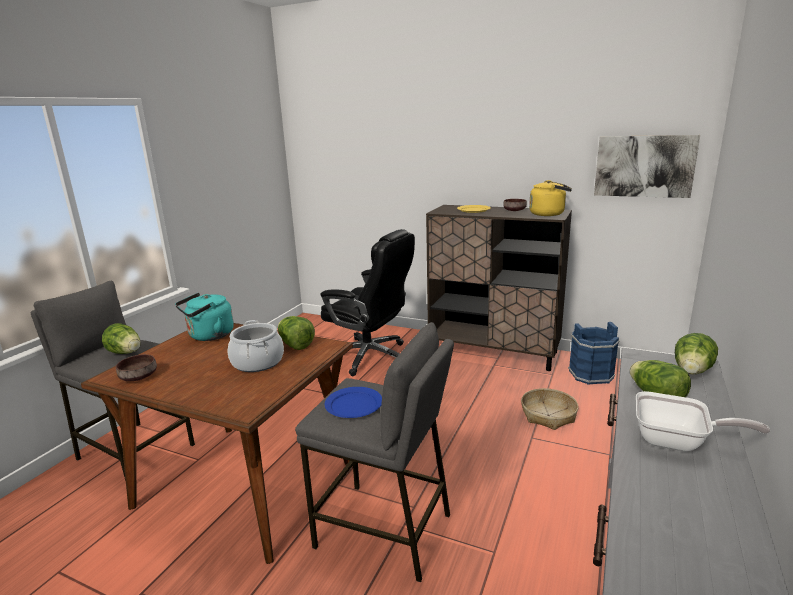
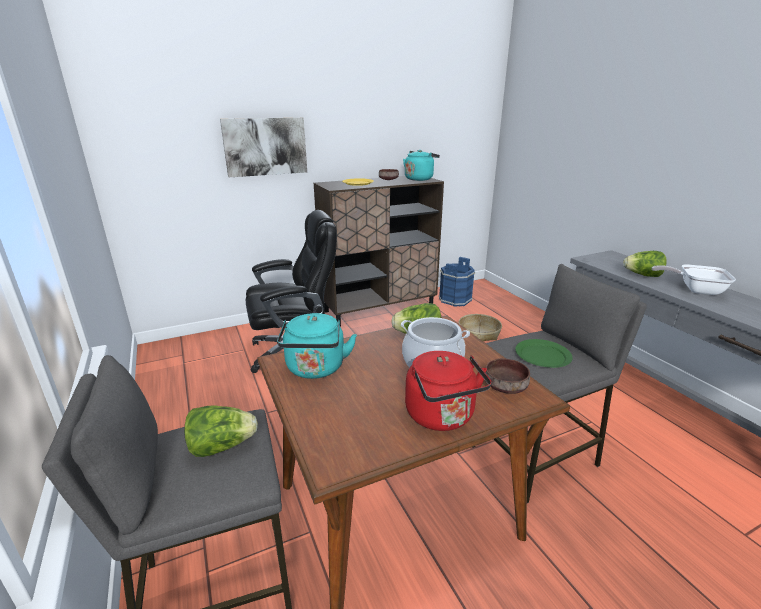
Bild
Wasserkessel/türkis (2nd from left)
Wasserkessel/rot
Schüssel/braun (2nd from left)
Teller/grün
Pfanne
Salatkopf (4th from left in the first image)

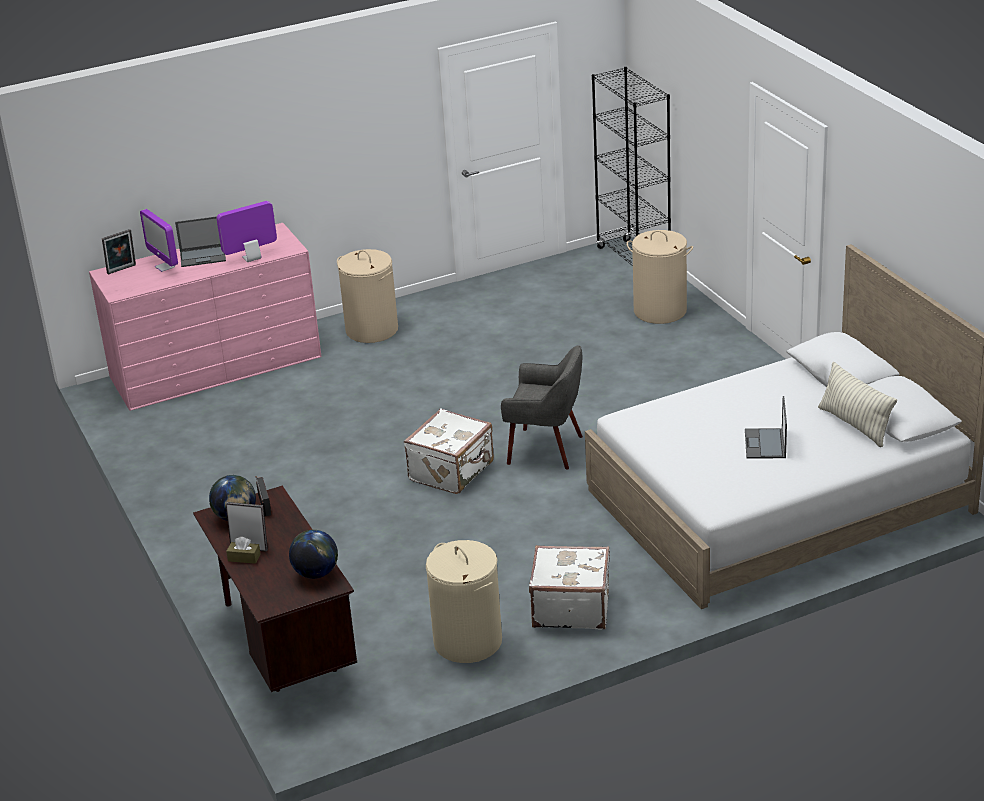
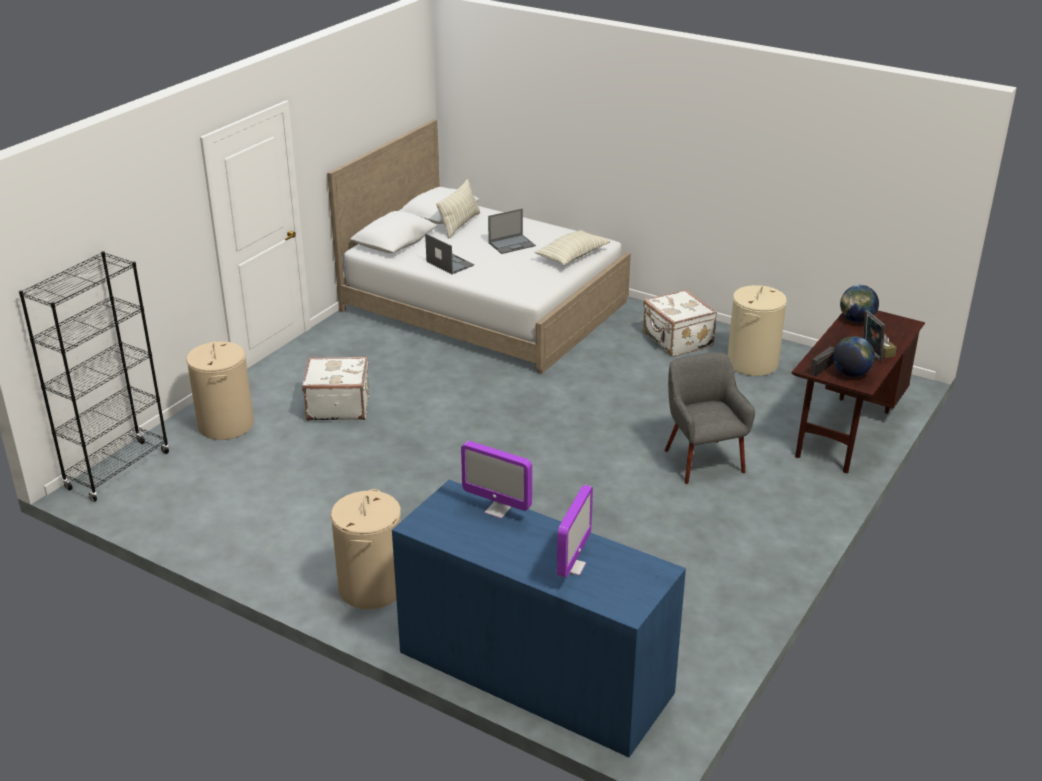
Koffer/weiß (1st from left)
Kommode/blau
Laptop (1st from left)
Kissen (2nd from left)
Sessel/grau
Bilderrahmen (1st from left in the first image)

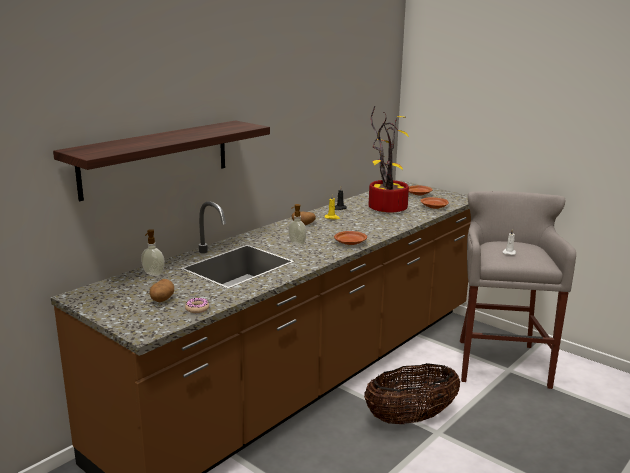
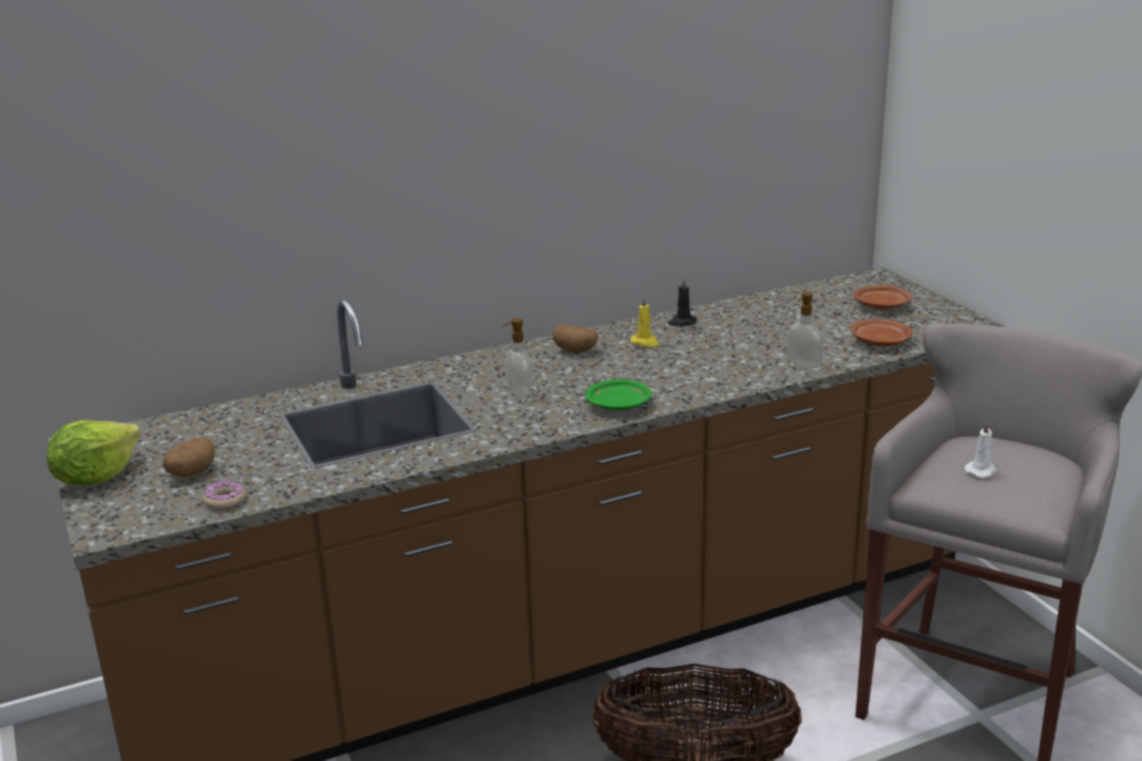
Salatkopf
Teller/grün
Seifenspender (2nd from left)
Wandregal
Topfpflanze

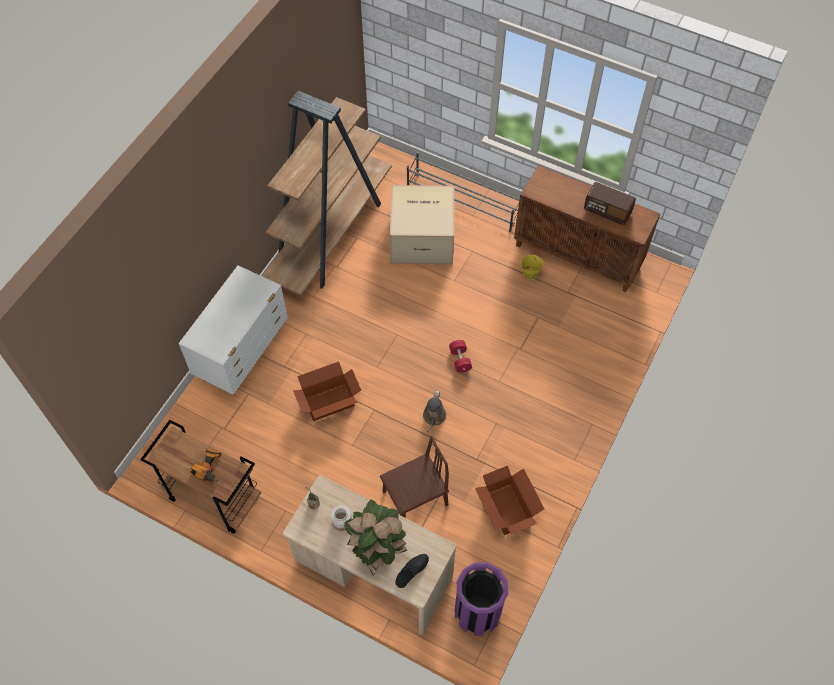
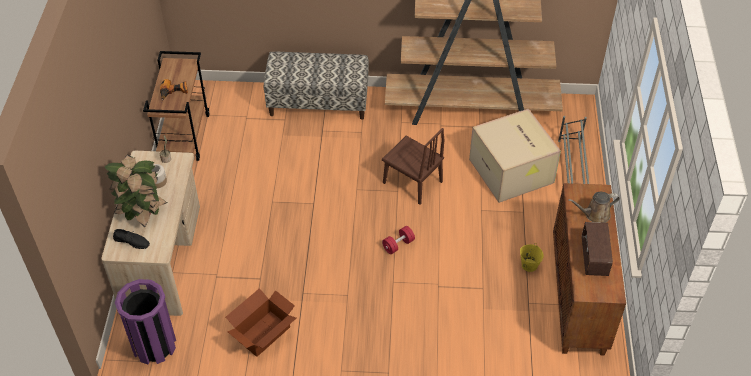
Bank
Stuhl/braun
Gießkanne/braun
Karton (1st from left in the first image)

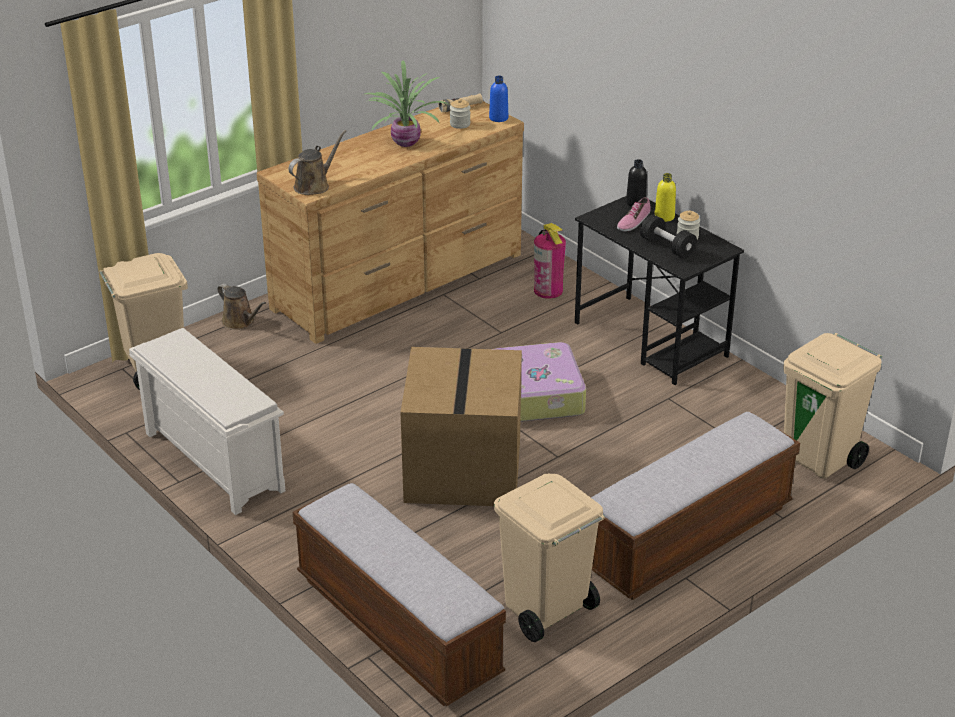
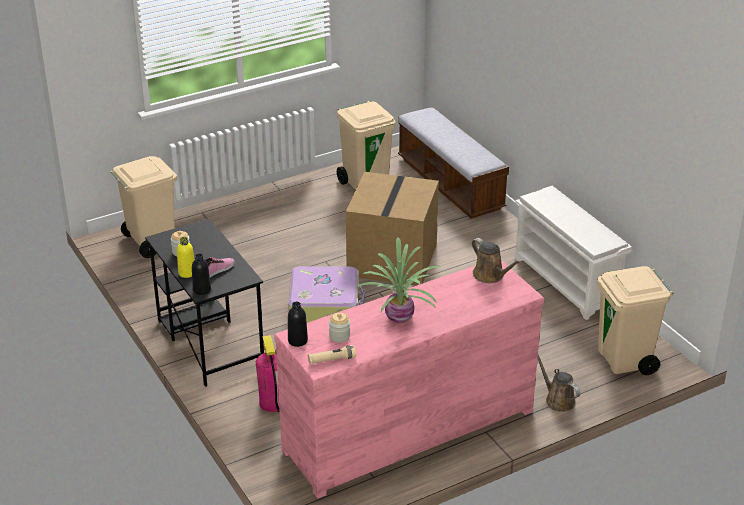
Kommode/rosa
Flasche/schwarz (2nd from left)
Gießkanne/braun (1st from left)
Bank (2nd from left in the first image)
Hantel/schwarz

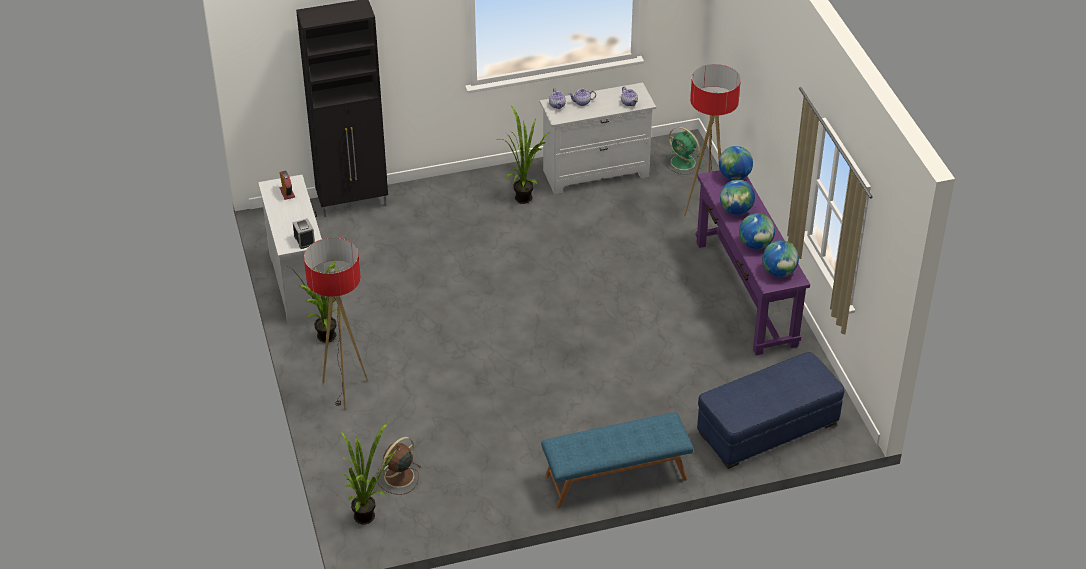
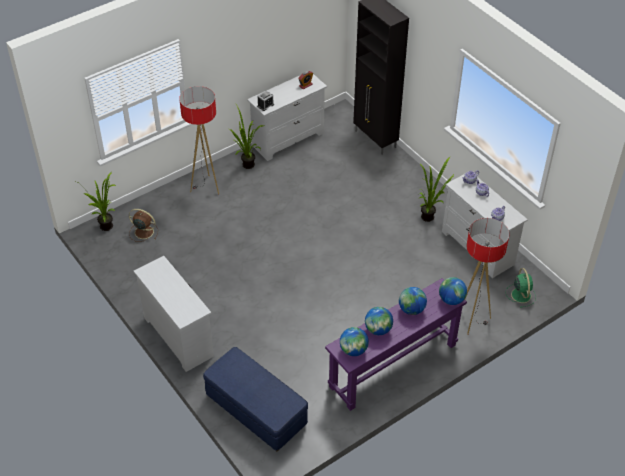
Kommode/weiß (1st from left)
Ventilator/grün

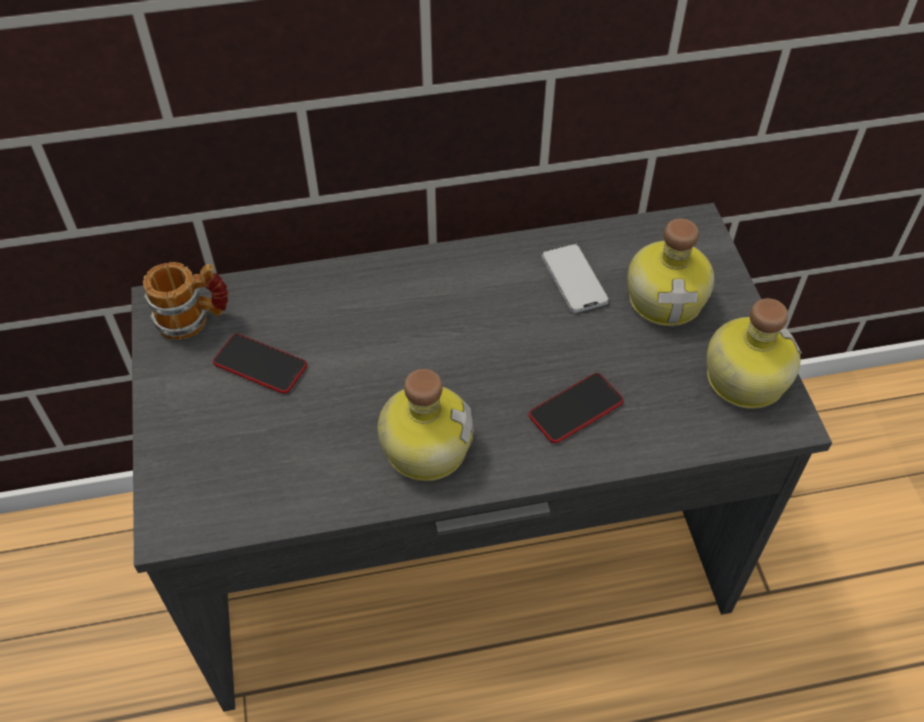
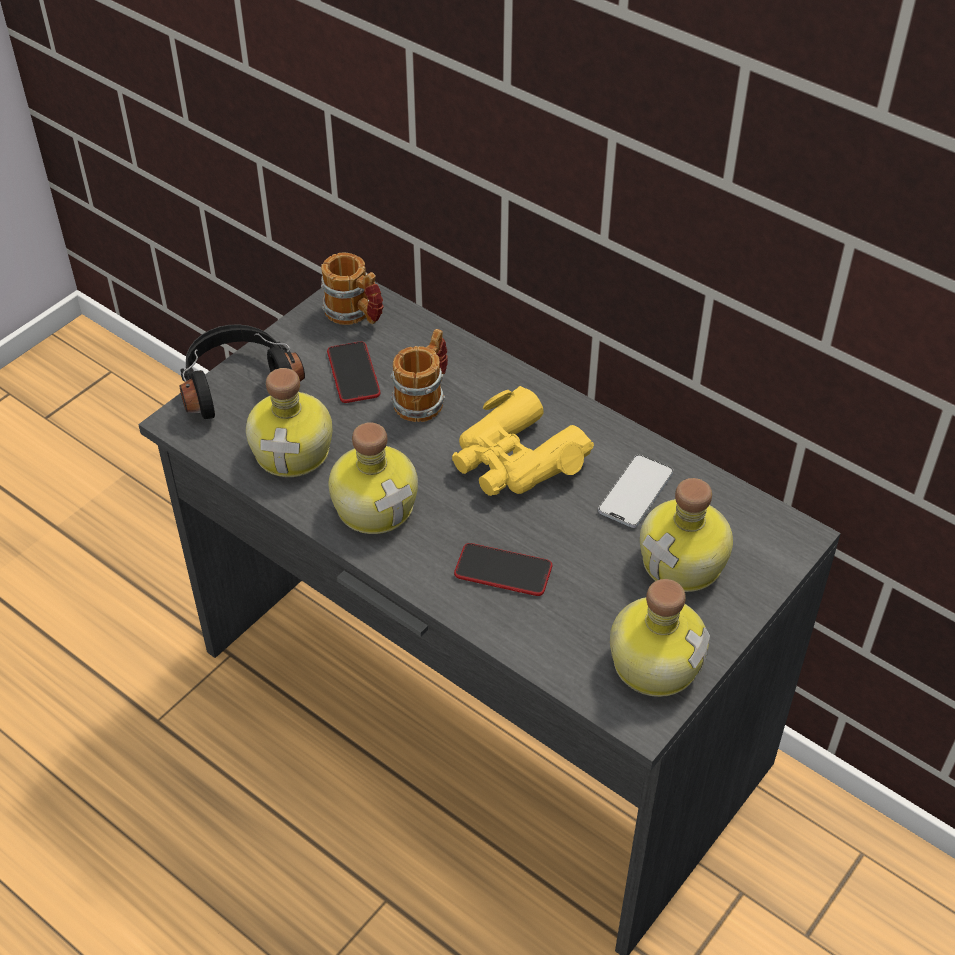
Kopfhörer/schwarz
Flasche (1st from left)
Henkelbecher (2nd from left)
Fernglas/gelb

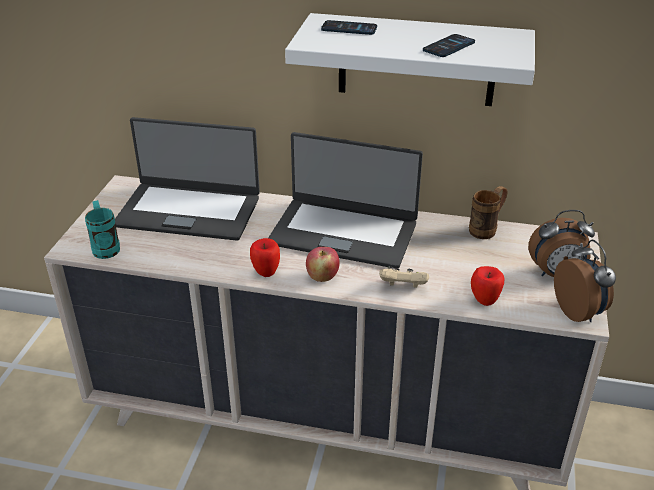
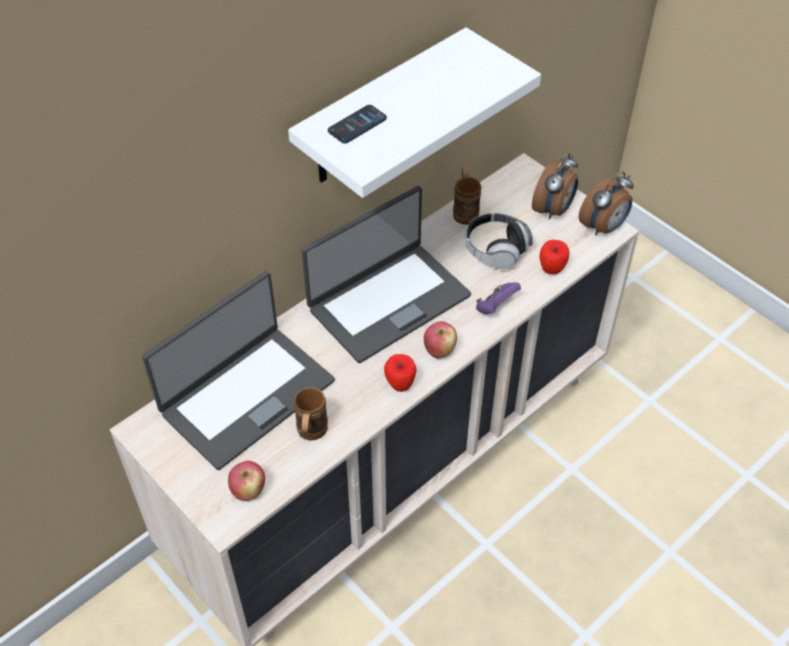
Apfel (1st from left)
Henkelbecher/braun (1st from left)
Kopfhörer
Gamepad/lila
Wecker (2nd from left)
Handy (2nd from left in the first image)

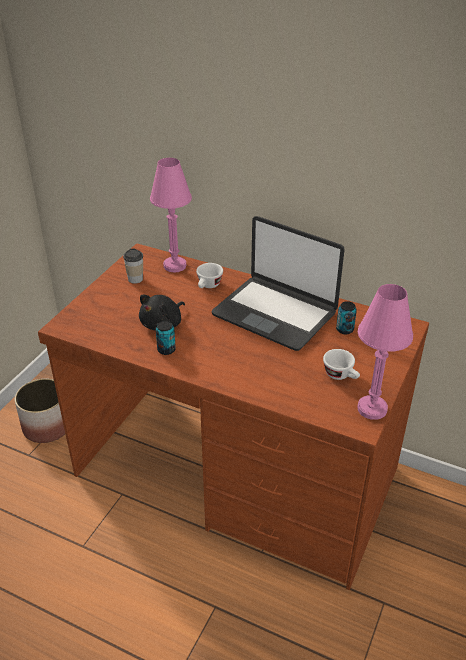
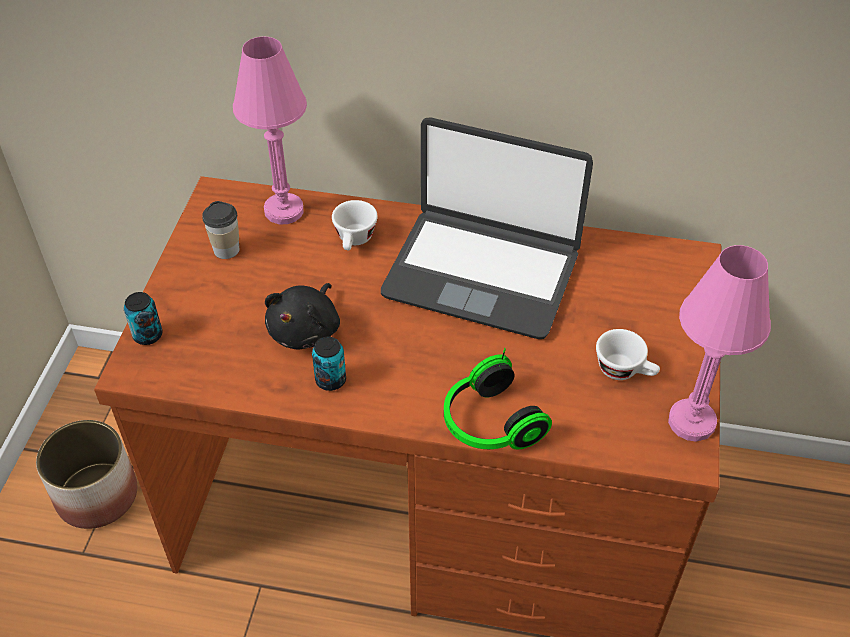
Dose (1st from left)
Kopfhörer

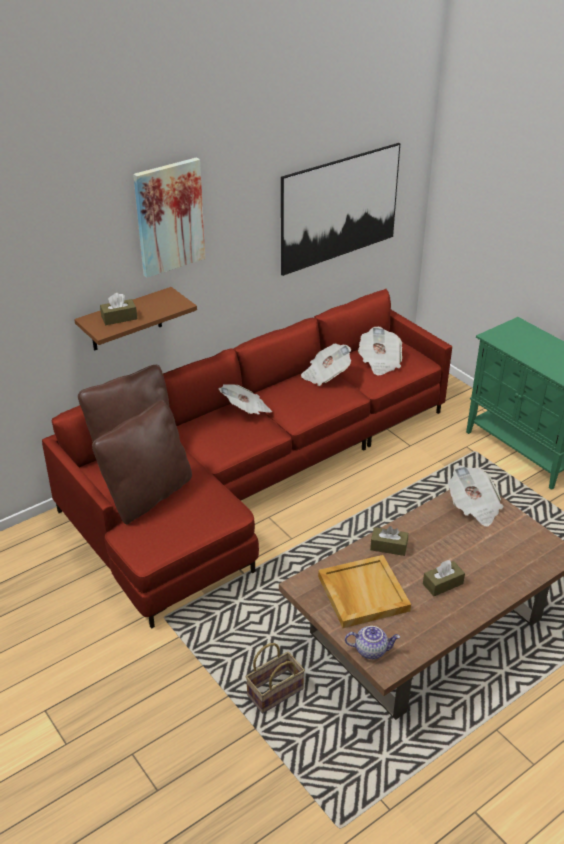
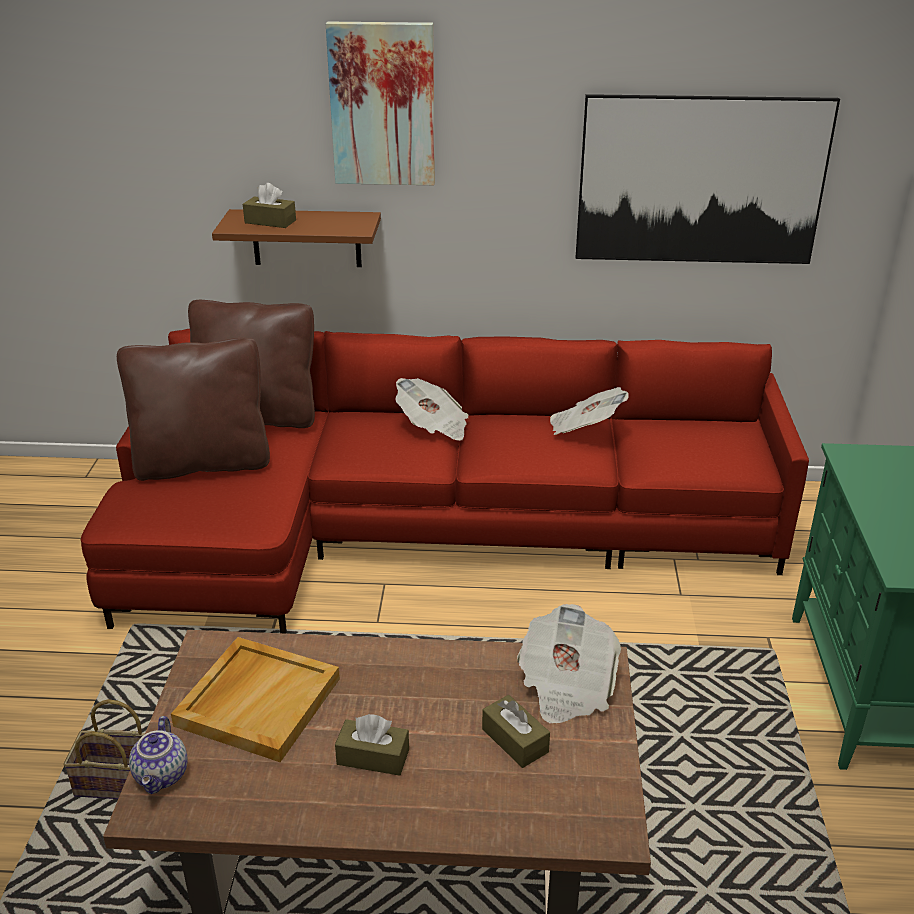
Teekanne
Taschentuchbox/braun (3rd from left)
Zeitung (3rd from left in the first image)

